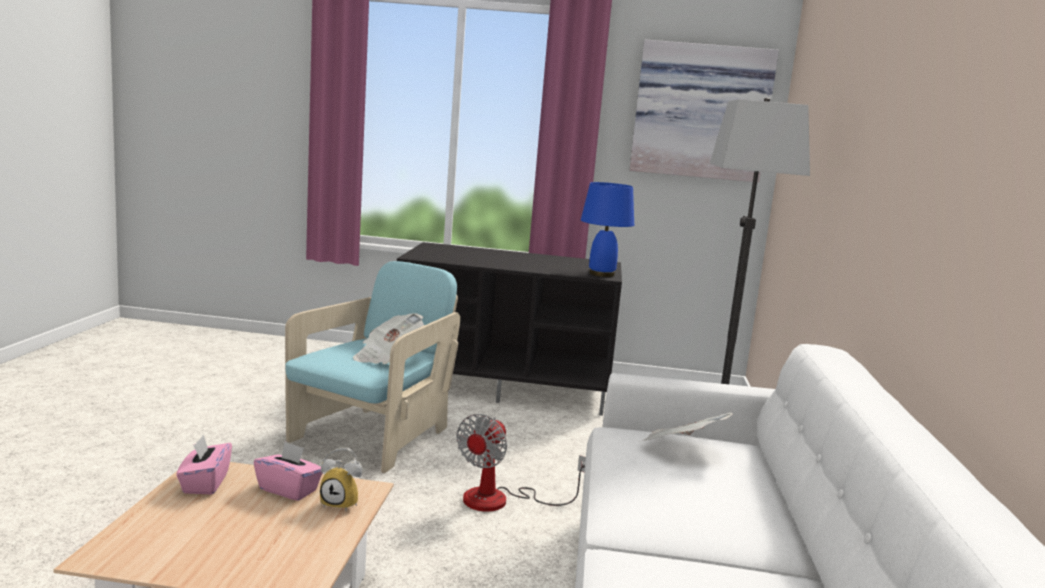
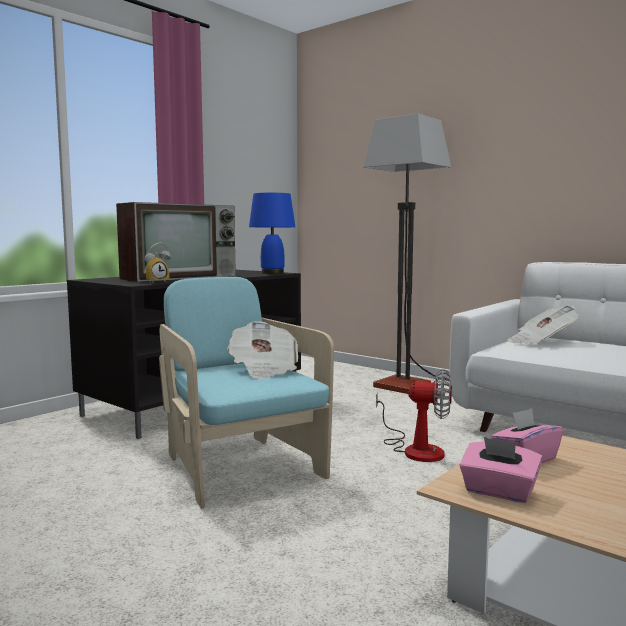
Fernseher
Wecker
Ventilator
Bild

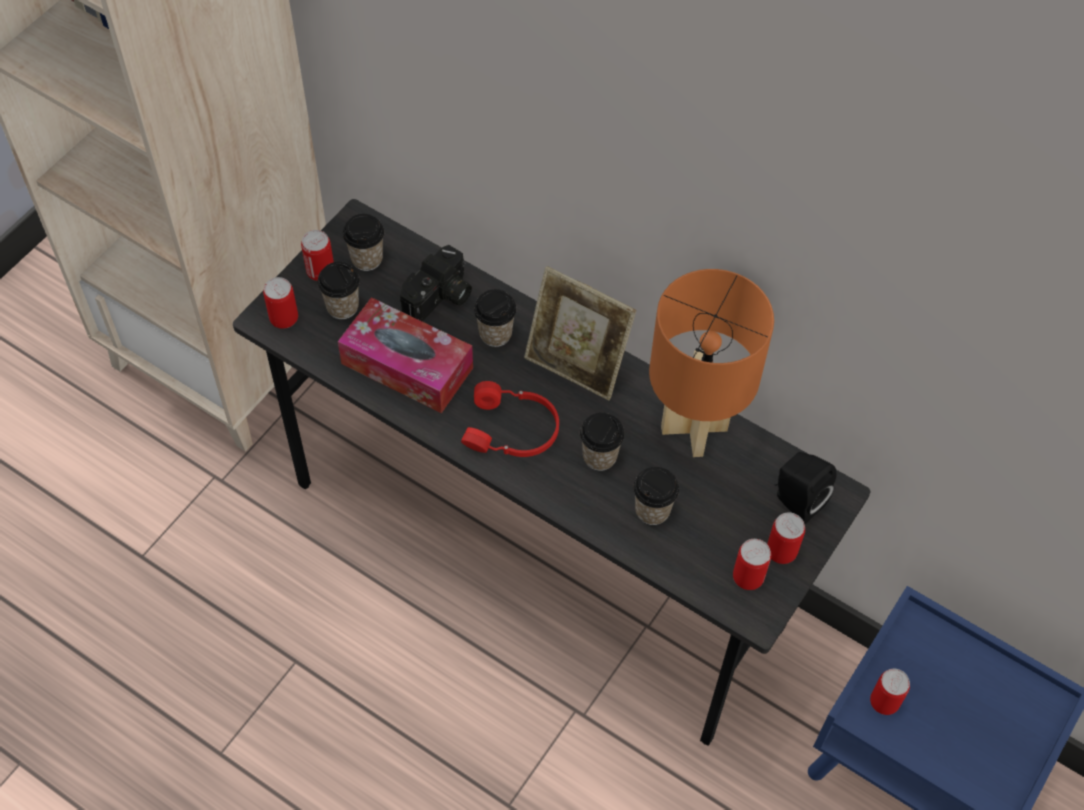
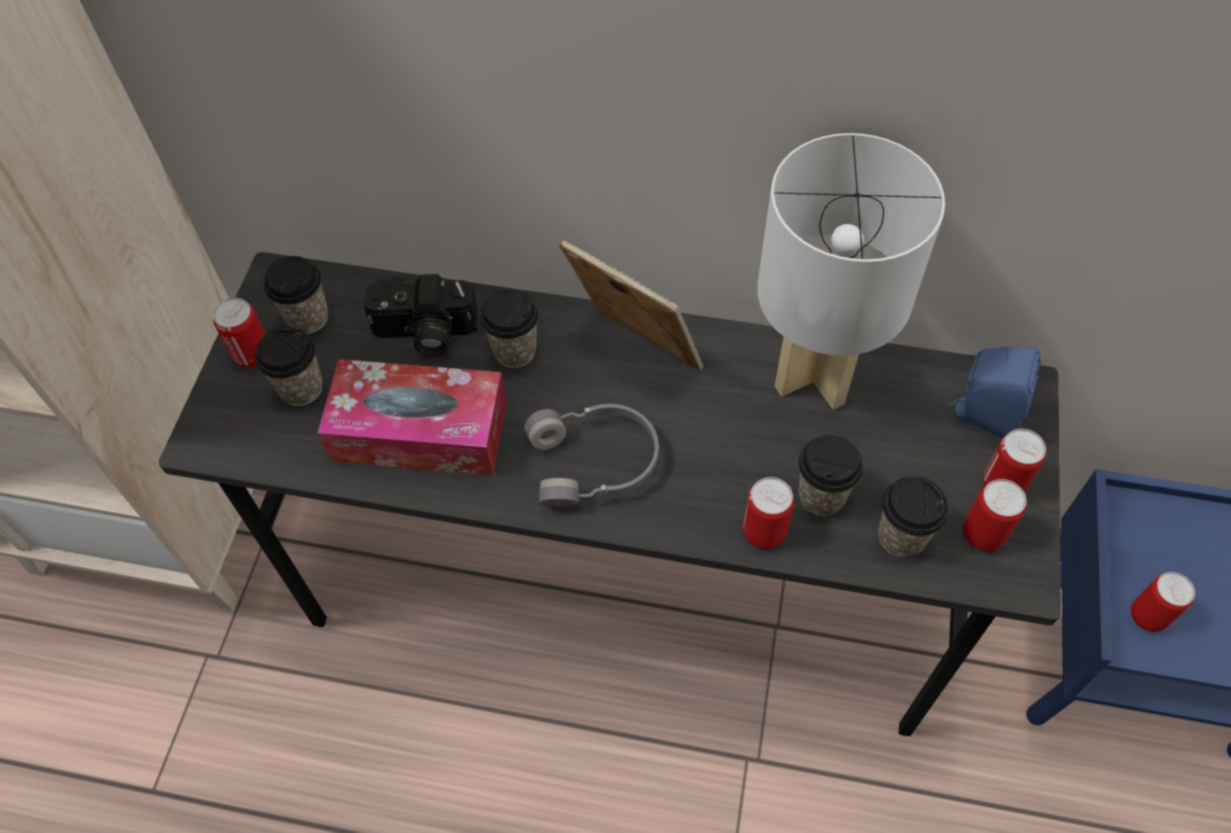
Kamera
Kopfhörer/grau
Bilderrahmen
Dose (2nd from left)
Tischlampe/weiß
Tasse (5th from left)
Lautsprecher/blau

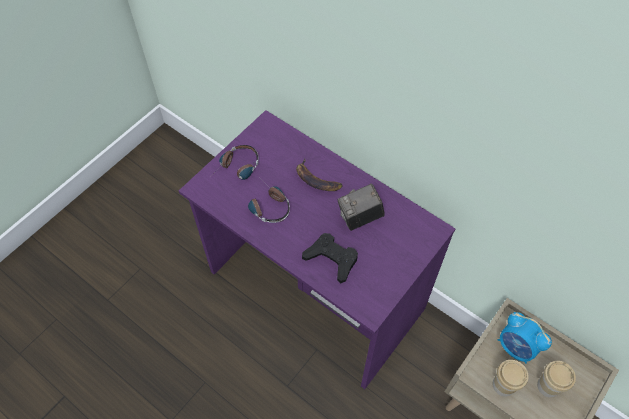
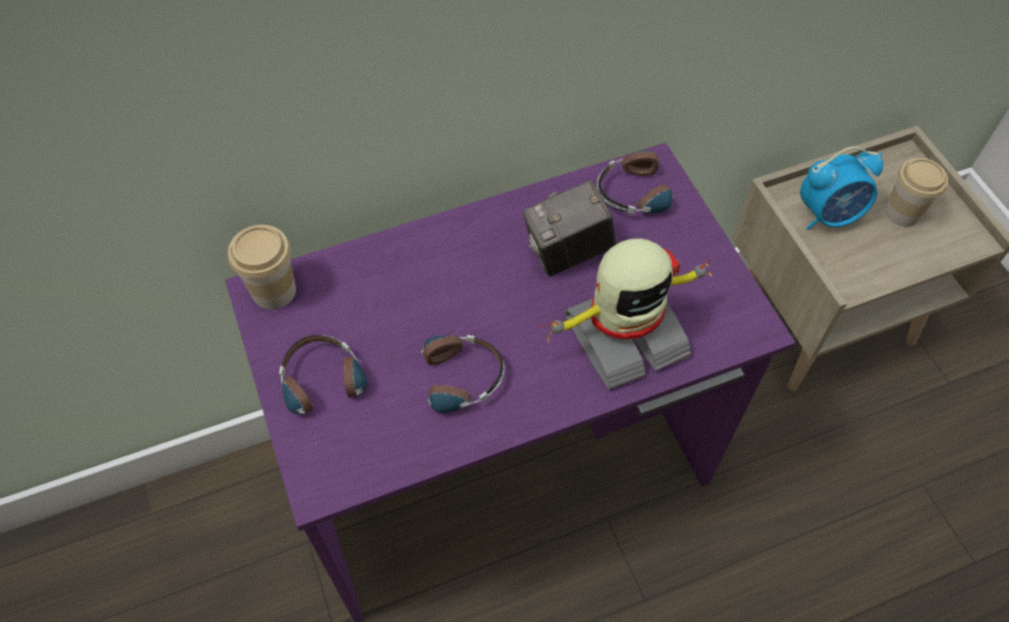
Tasse (1st from left)
Kamera
Spielzeugroboter
Kopfhörer (3rd from left)
Banane

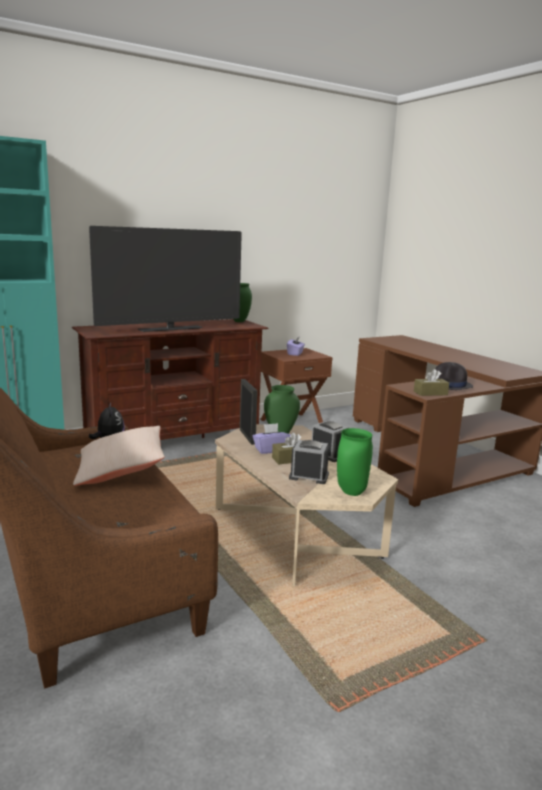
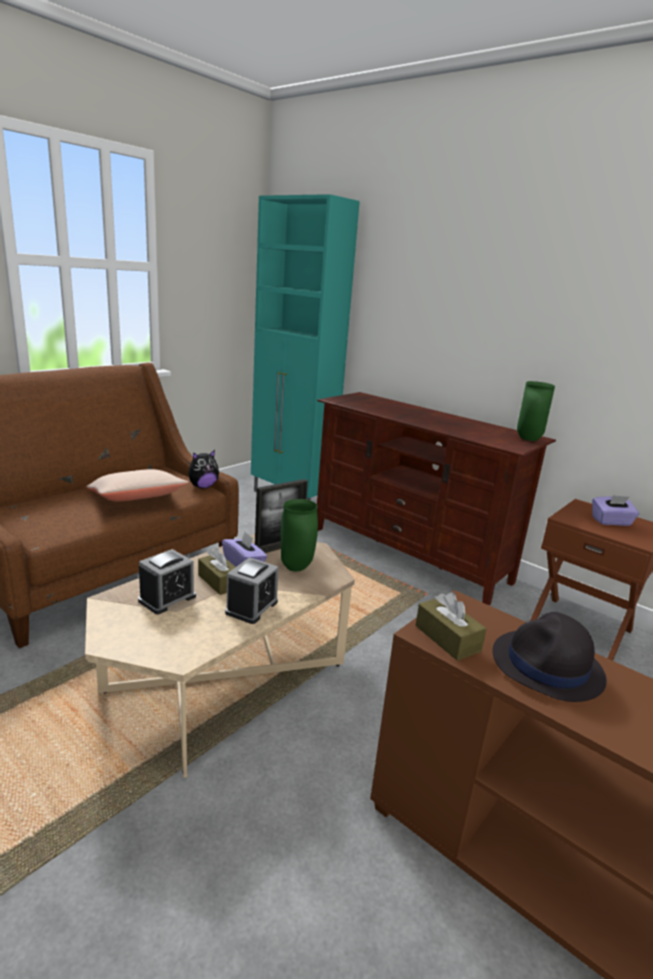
Wecker (1st from left)
Fernseher
Vase/grün (3rd from left in the first image)

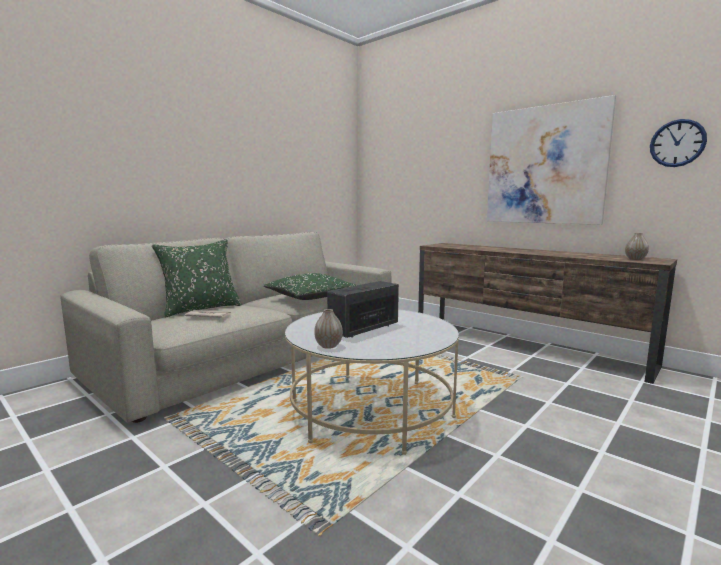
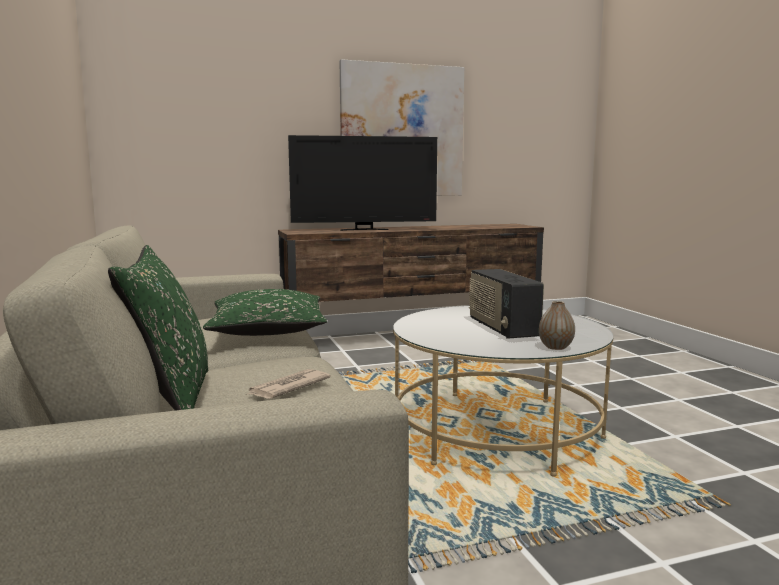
Fernseher
Vase (2nd from left in the first image)
Wanduhr

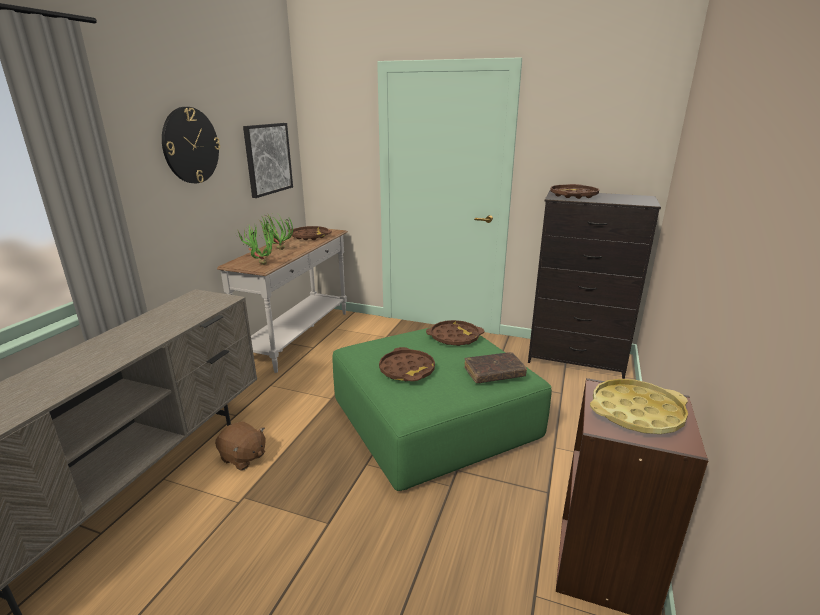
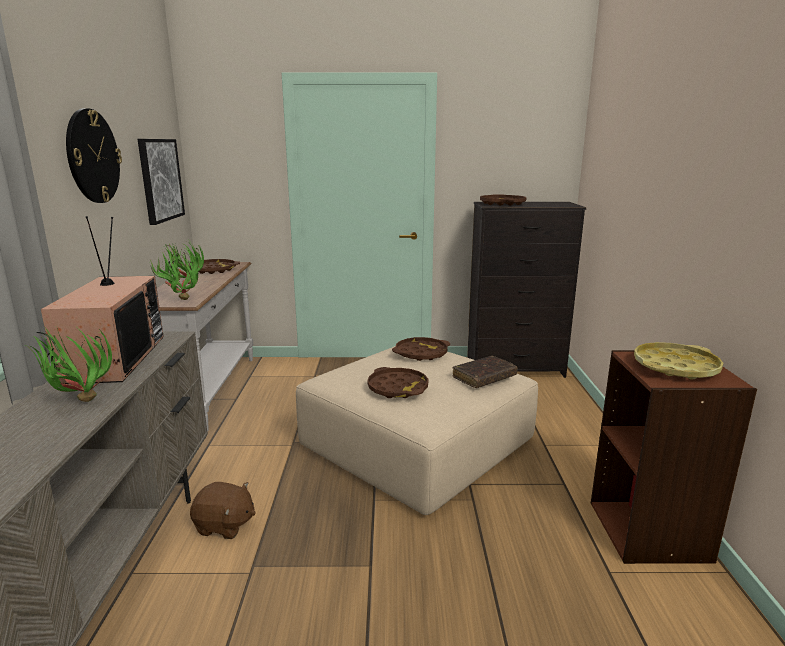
Topfpflanze (1st from left)
Fernseher
Polsterhocker/beige

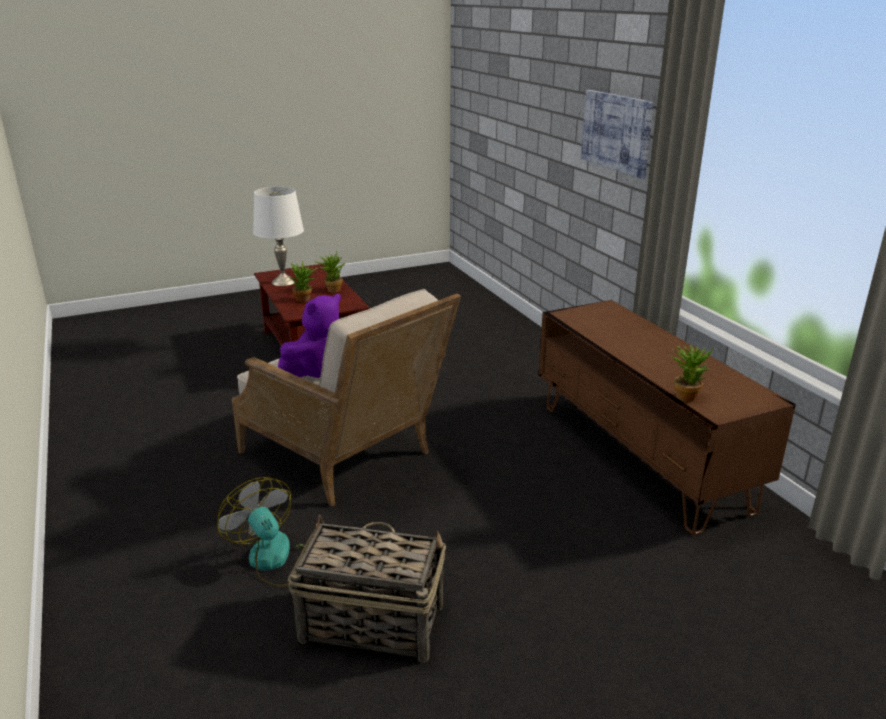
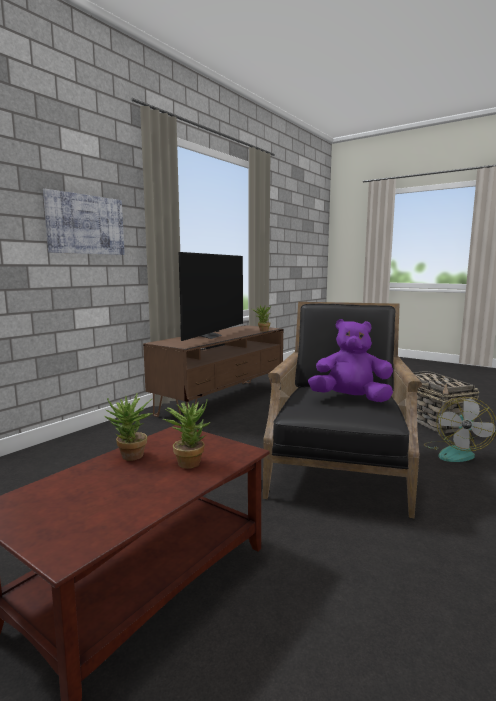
Fernseher
Sessel/schwarz
Tischlampe/weiß

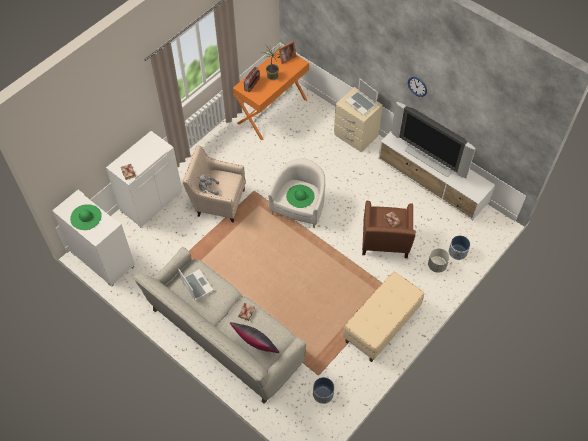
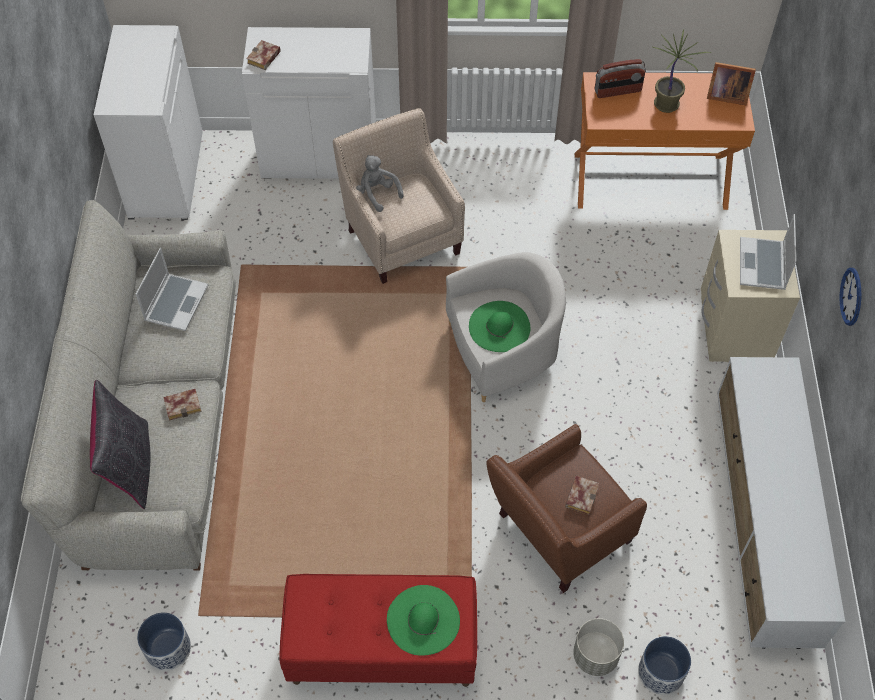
Bank/rot
Hut/grün (1st from left)
Fernseher

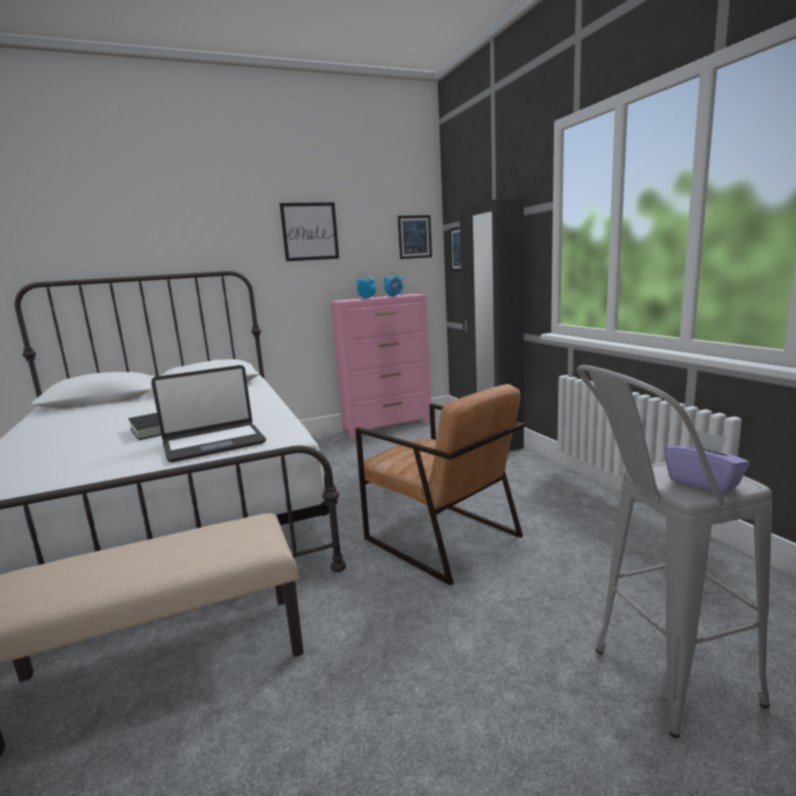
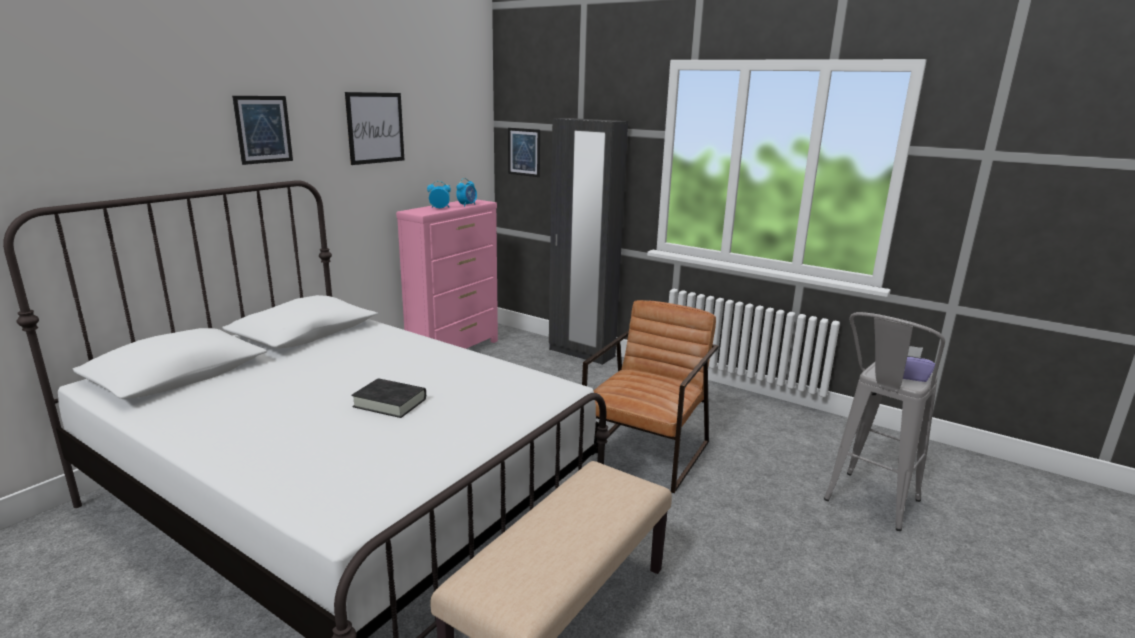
Bild (1st from left)
Sessel/braun
Laptop

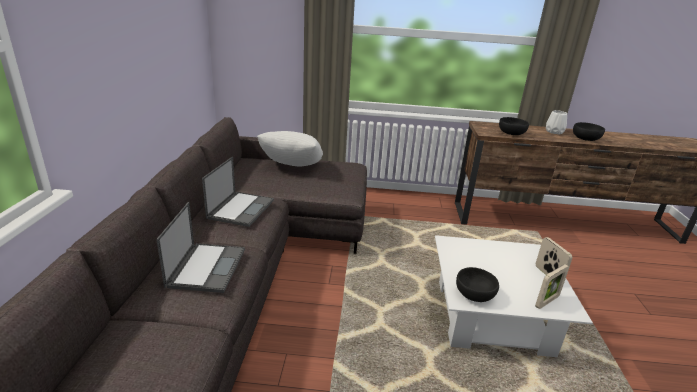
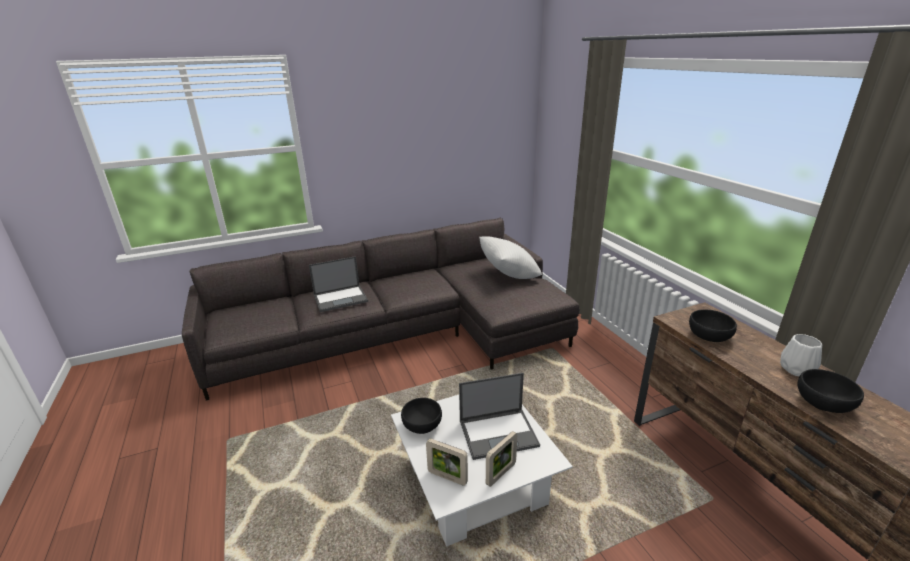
Laptop (2nd from left)

